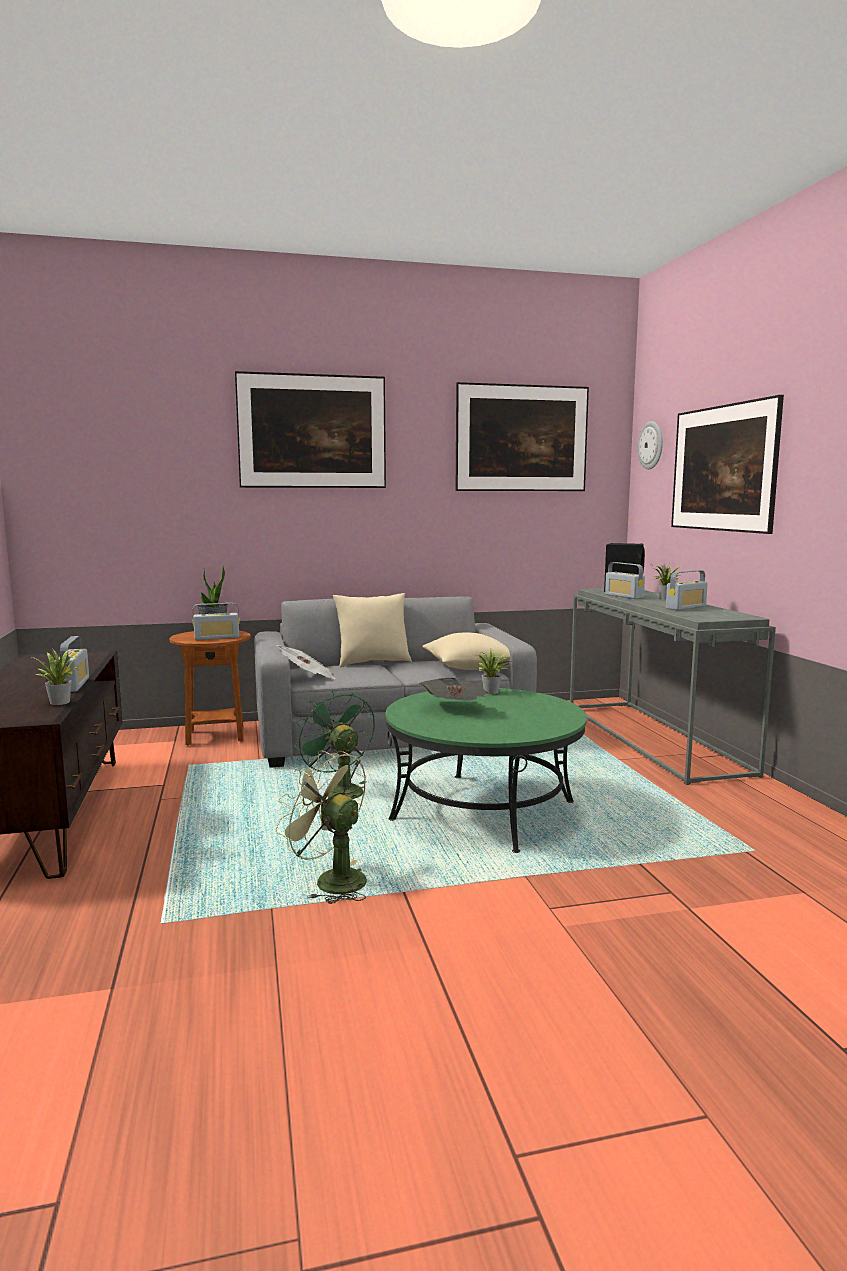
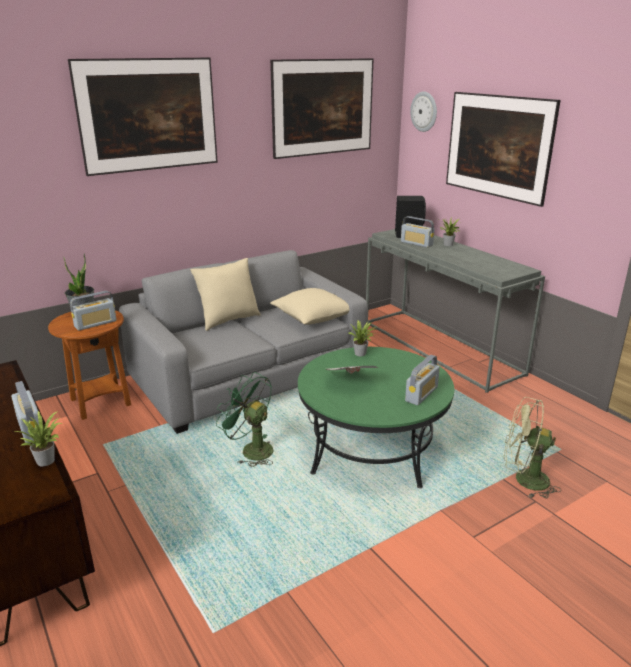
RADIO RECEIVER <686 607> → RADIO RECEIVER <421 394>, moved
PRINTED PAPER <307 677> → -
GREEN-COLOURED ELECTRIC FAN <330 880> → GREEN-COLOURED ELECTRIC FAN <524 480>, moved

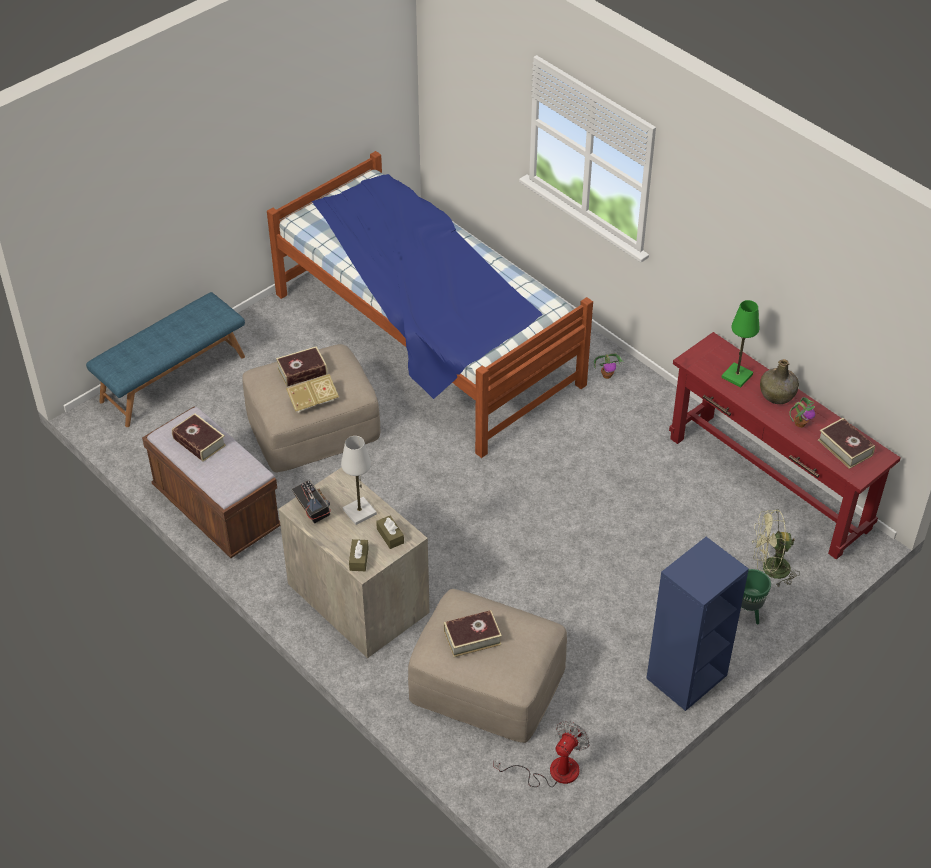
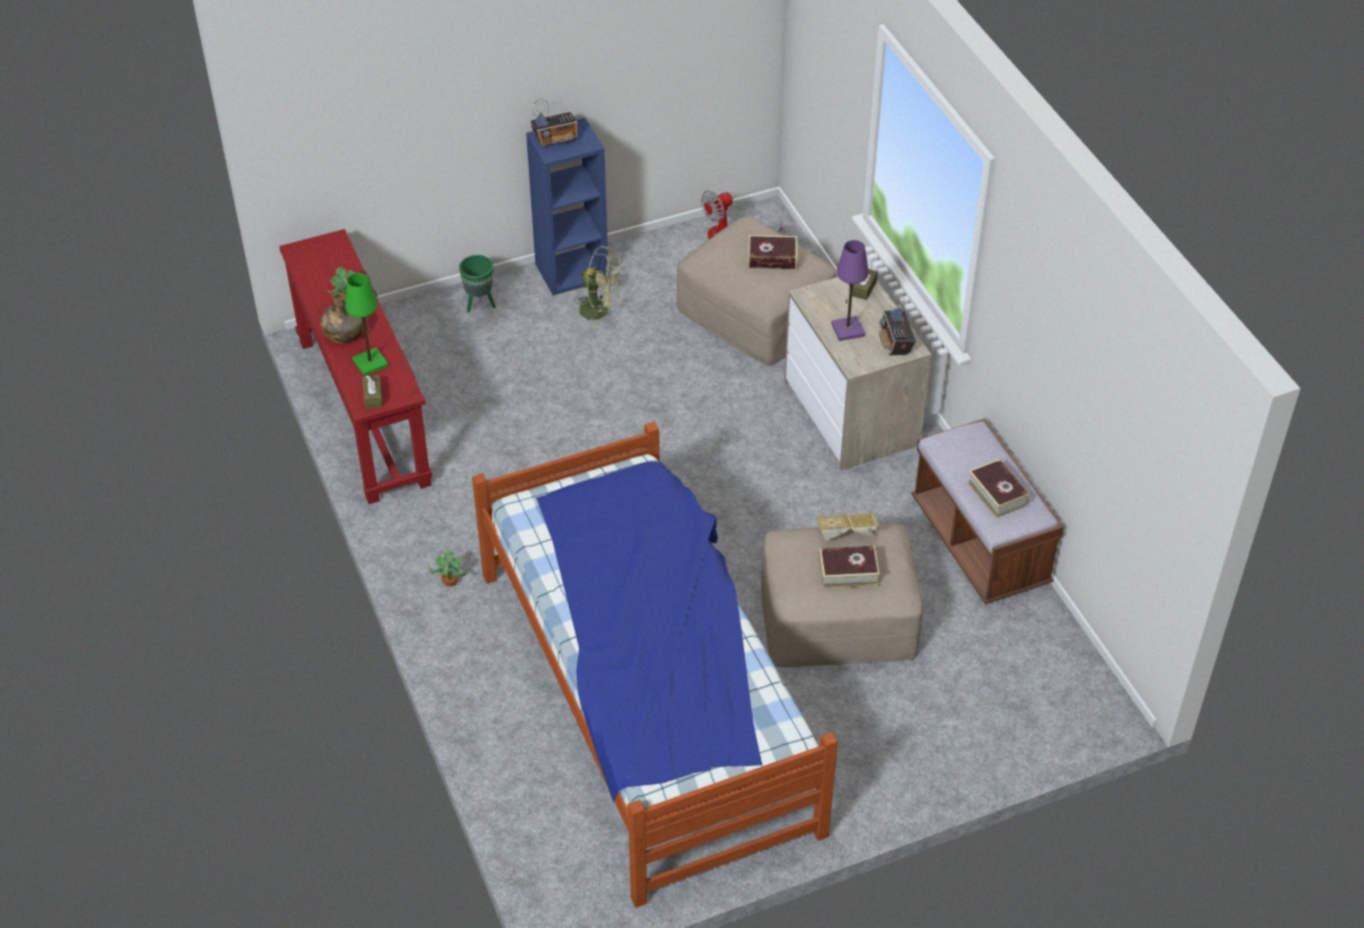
BLUE-COLOURED INDOOR BENCH <172 378> → -
BOUND BOOK <845 447> → -
WHITISH TABLETOP LAMP <359 512> → PURPLE-COLOURED TABLETOP LAMP <847 330>
GREEN-COLOURED ELECTRIC FAN <769 569> → GREEN-COLOURED ELECTRIC FAN <600 311>, moved
BROWN BOX OF TISSUES <390 536> → BROWN BOX OF TISSUES <373 397>, moved
- → RADIO RECEIVER <556 139>

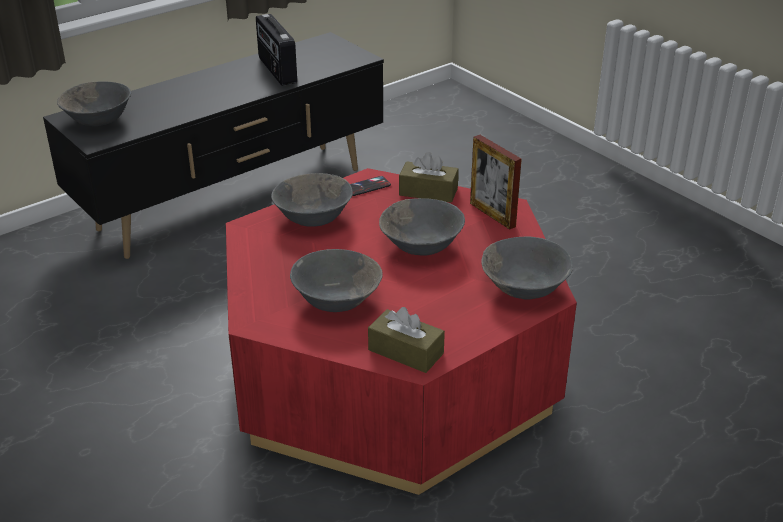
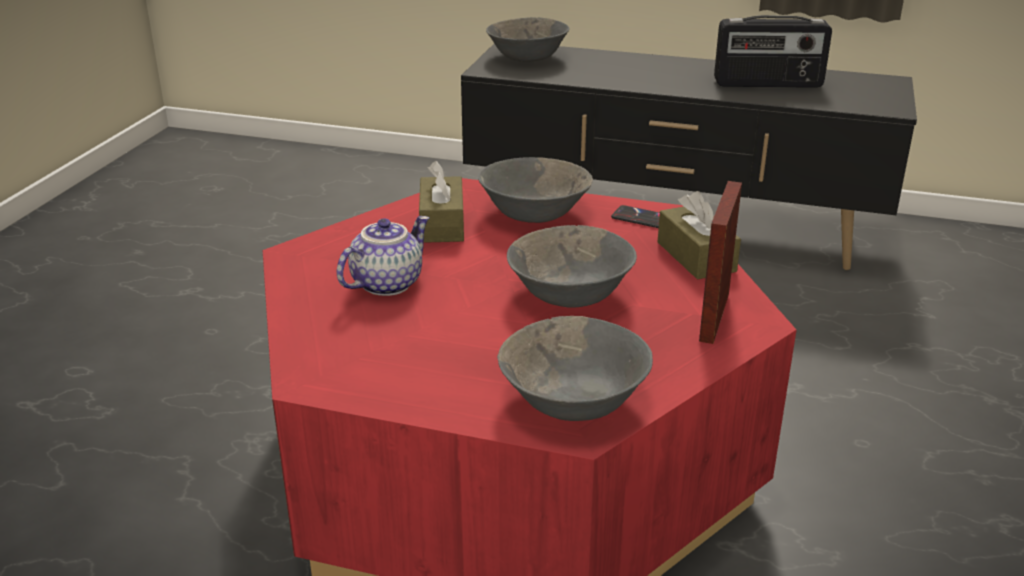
RADIO RECEIVER <276 70> → RADIO RECEIVER <768 84>, 120 degrees counterclockwise
GREY DEEP DISH <336 300> → TEAPOT <386 283>
BROWN BOX OF TISSUES <405 352> → BROWN BOX OF TISSUES <442 224>, moved

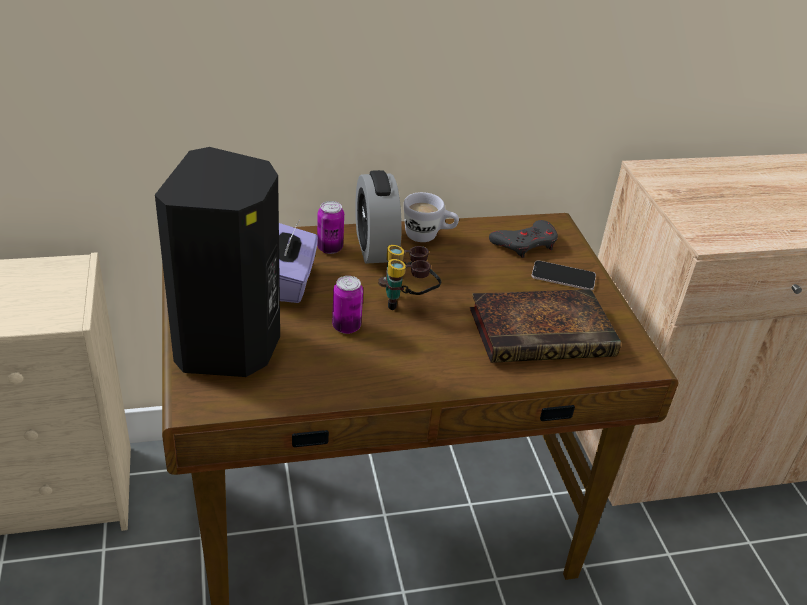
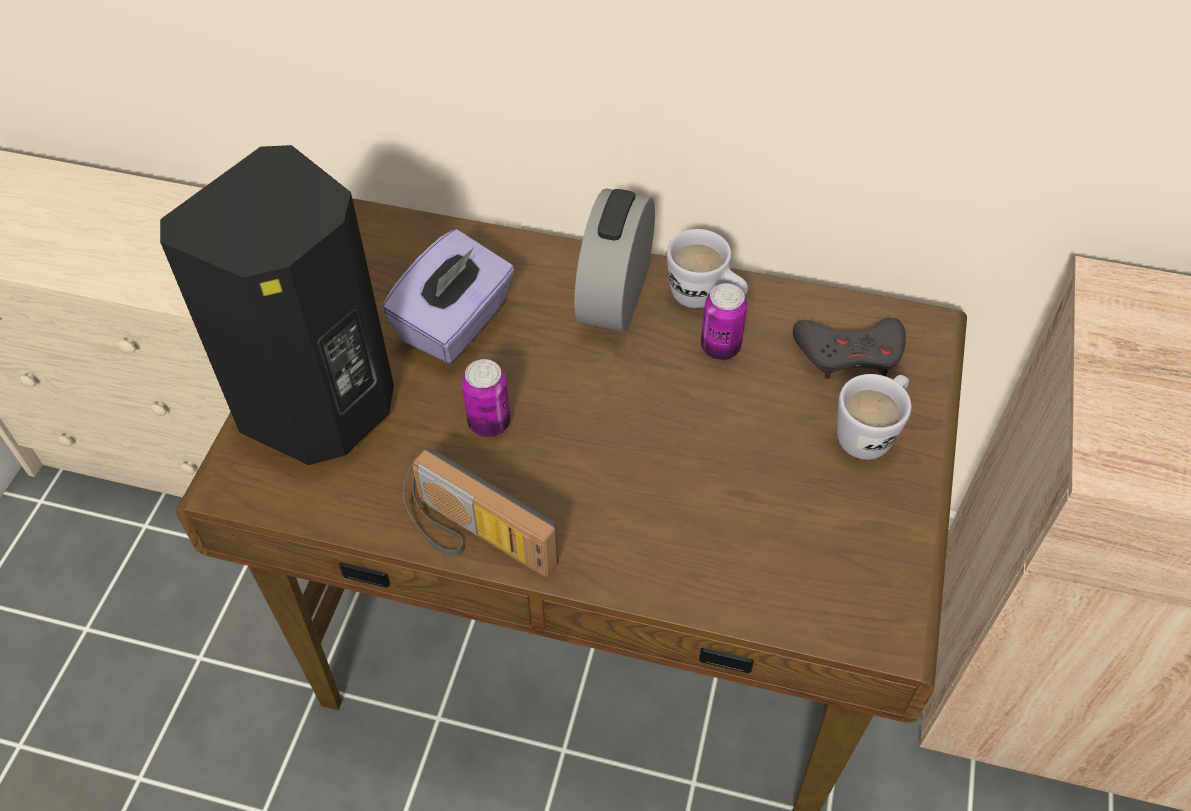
CAN <329 248> → CAN <720 348>, moved
PAIR OF BINOCULARS <407 302> → -
HANDSET <563 276> → WHITISH TEA MUG <870 433>
BOUND BOOK <544 332> → -
- → RADIO RECEIVER <474 539>

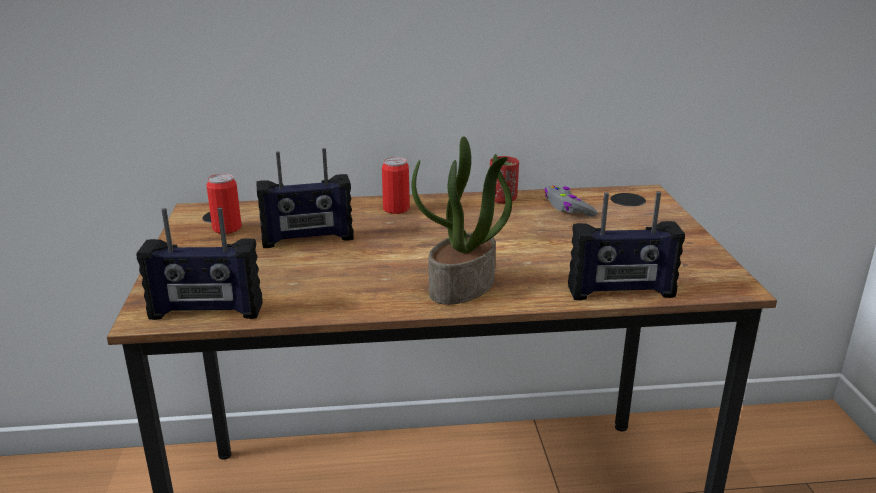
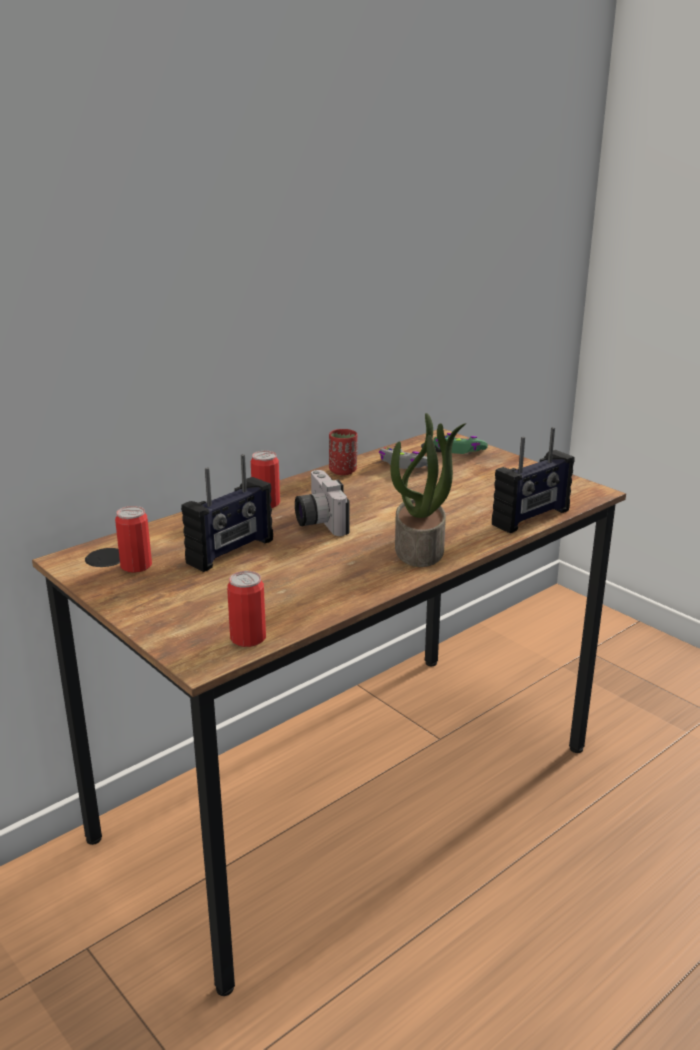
RADIO RECEIVER <206 312> → CAN <248 638>
- → GREEN-COLOURED GAMEPAD <459 450>
- → PHOTO CAMERA <317 521>

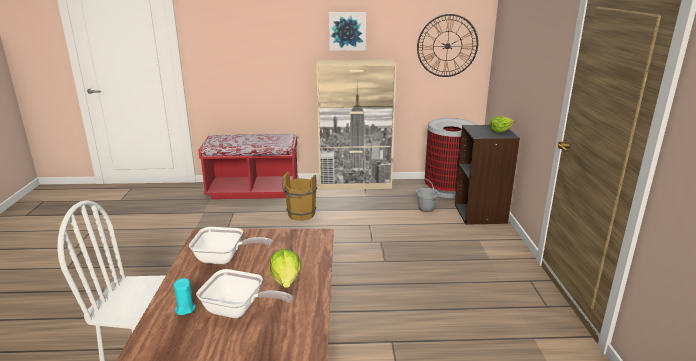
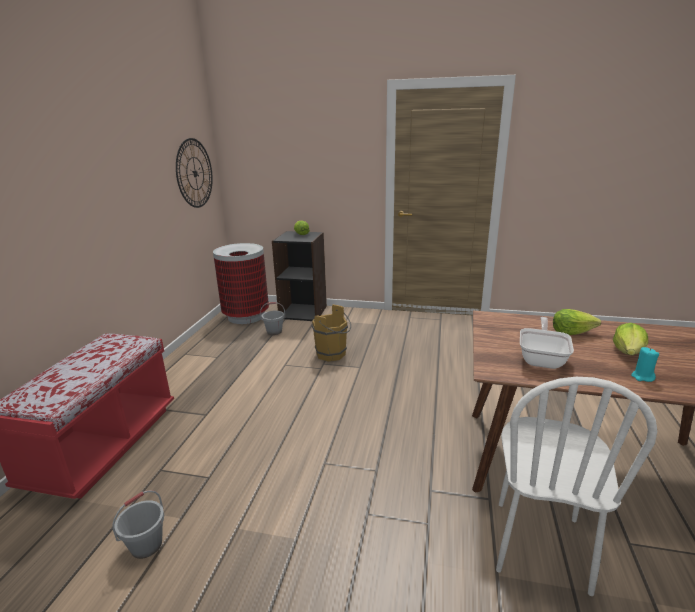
WALL PICTURE <347 31> → -
SAND-COLOURED STORAGE CABINET <355 184> → -
BROWN WATER BUCKET <300 215> → BROWN WATER BUCKET <333 354>, moved
SKILLET <239 310> → HEAD OF LETTUCE <628 352>
- → GREY WATER BUCKET <146 545>

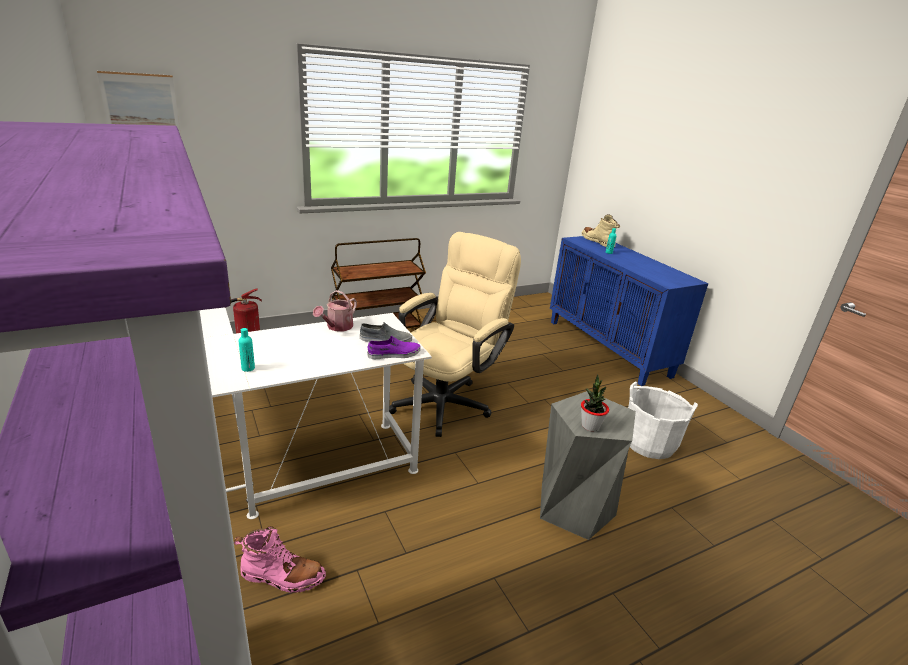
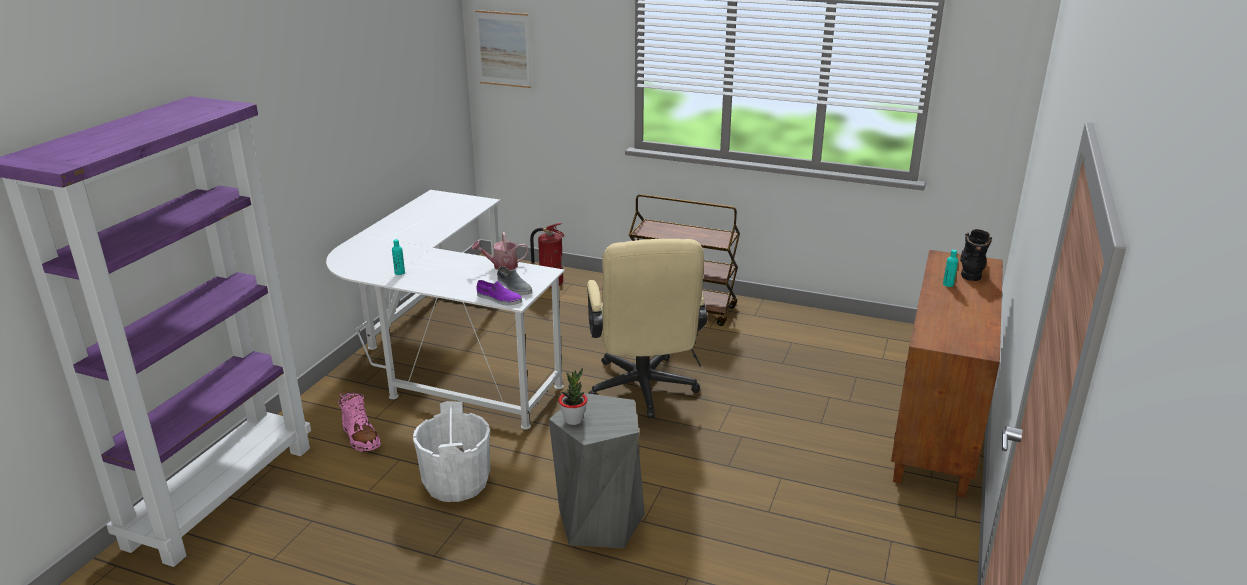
SAND-COLOURED BOOT <597 242> → BLACKISH BOOT <971 268>
SAND-COLOURED COMPUTER CHAIR <447 400> → SAND-COLOURED COMPUTER CHAIR <643 392>, 90 degrees clockwise
BLUE-COLOURED STORAGE CABINET <608 348> → BROWN STORAGE CABINET <938 429>
WHITISH WATER BUCKET <649 443> → WHITISH WATER BUCKET <457 482>, moved

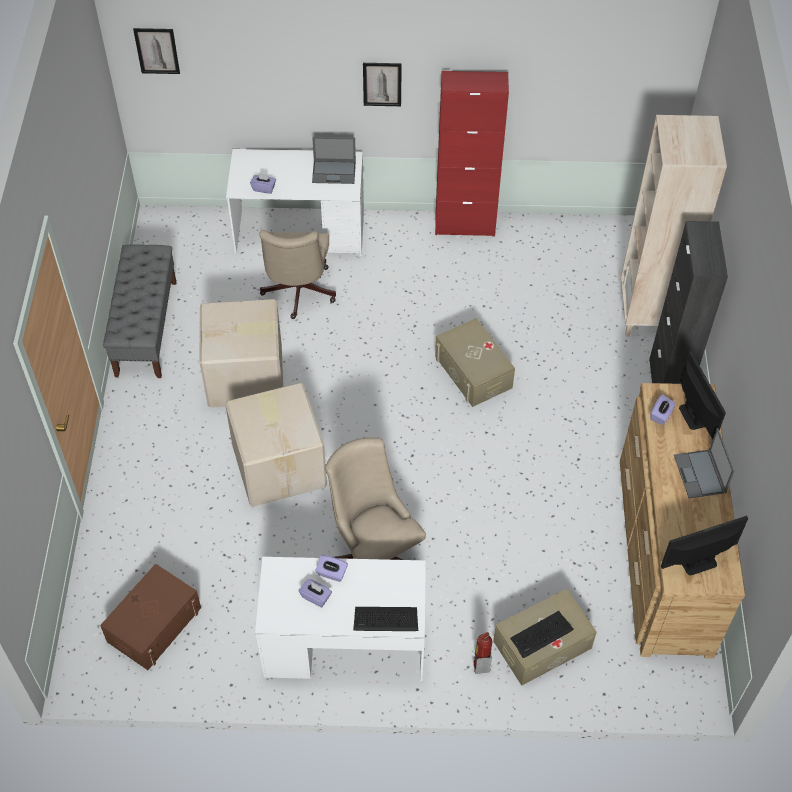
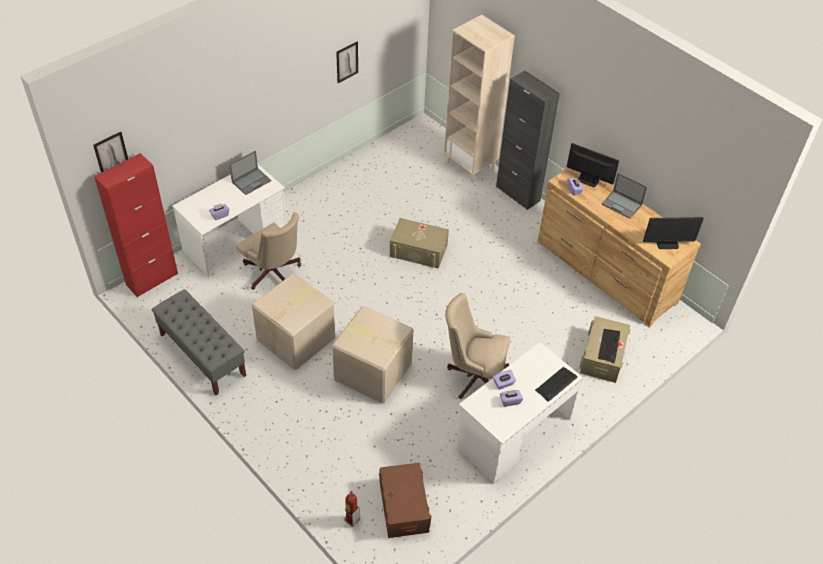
WALL PICTURE <382 84> → WALL PICTURE <347 62>, moved
RED-COLOURED STORAGE CABINET <465 225> → RED-COLOURED STORAGE CABINET <152 279>, moved
MONITOR <698 562> → MONITOR <667 244>, 120 degrees counterclockwise
FIRE EXTINGUISHER <480 665> → FIRE EXTINGUISHER <351 519>, moved

